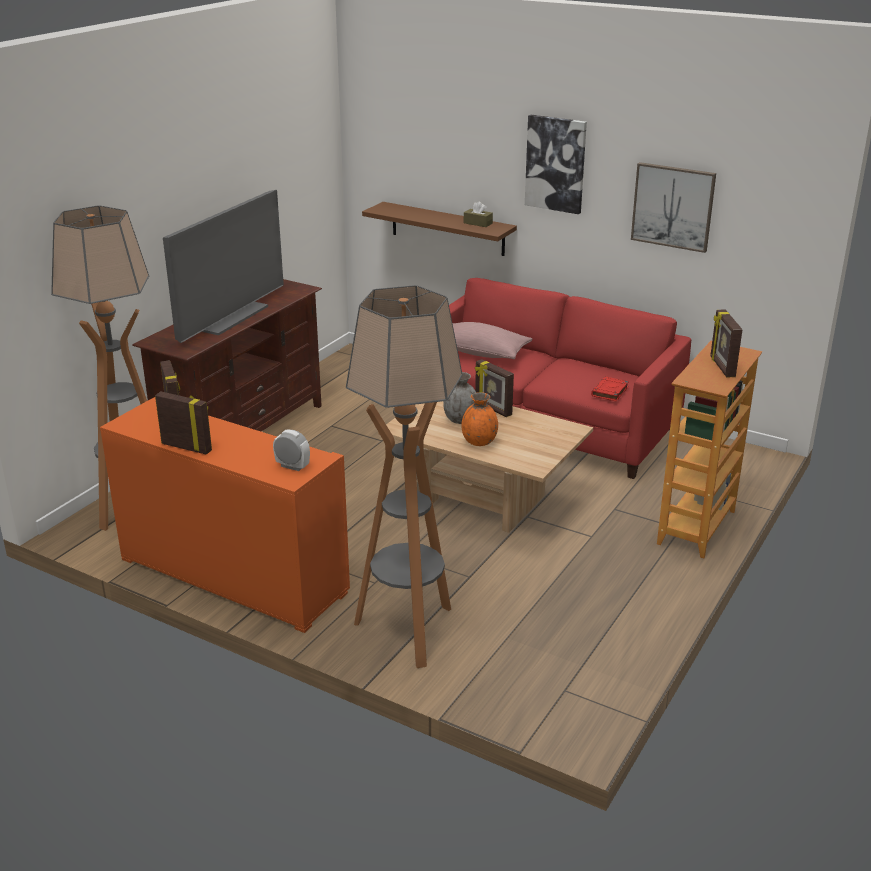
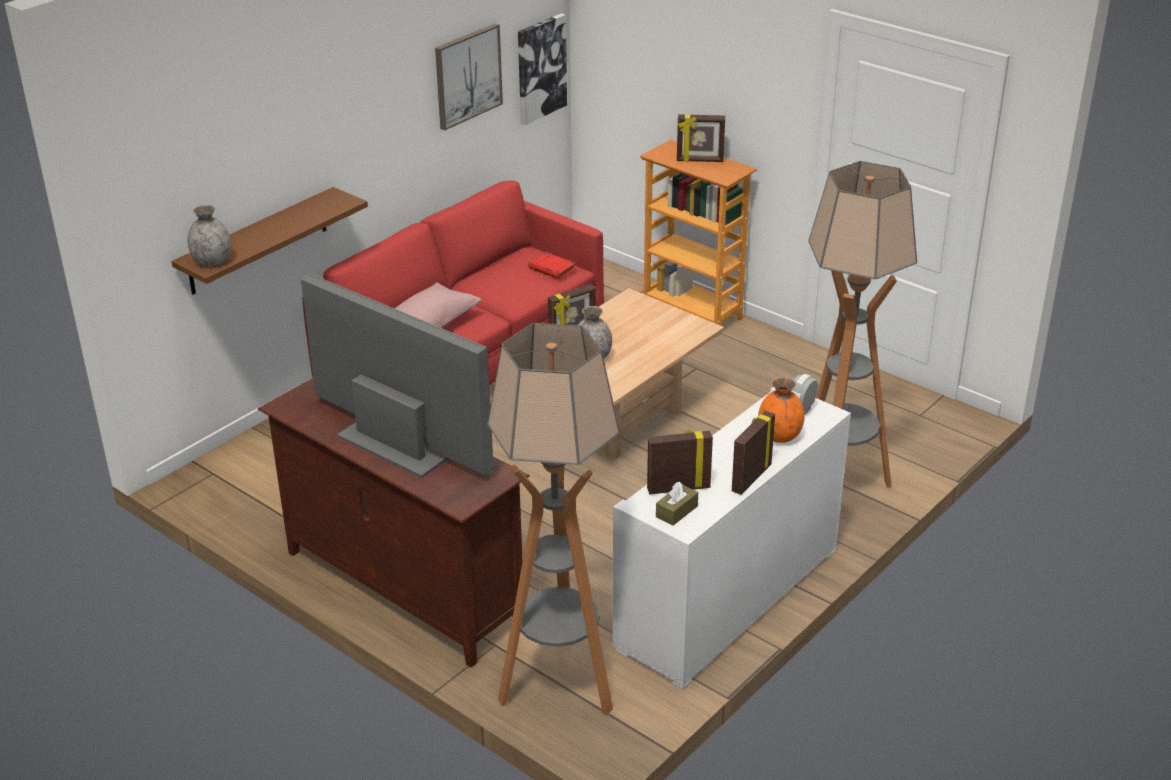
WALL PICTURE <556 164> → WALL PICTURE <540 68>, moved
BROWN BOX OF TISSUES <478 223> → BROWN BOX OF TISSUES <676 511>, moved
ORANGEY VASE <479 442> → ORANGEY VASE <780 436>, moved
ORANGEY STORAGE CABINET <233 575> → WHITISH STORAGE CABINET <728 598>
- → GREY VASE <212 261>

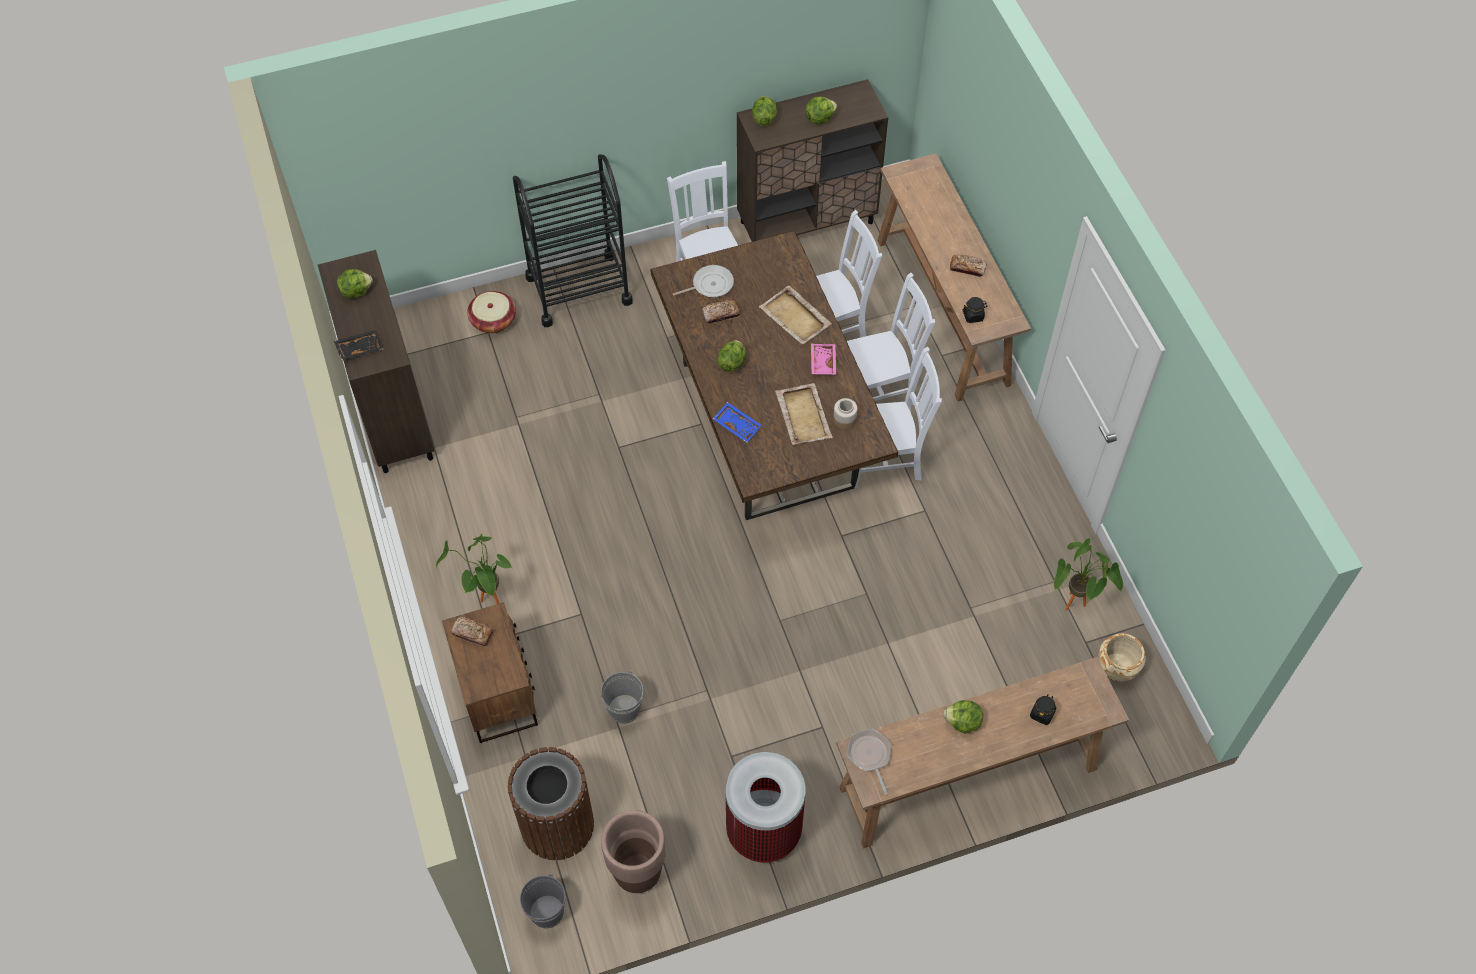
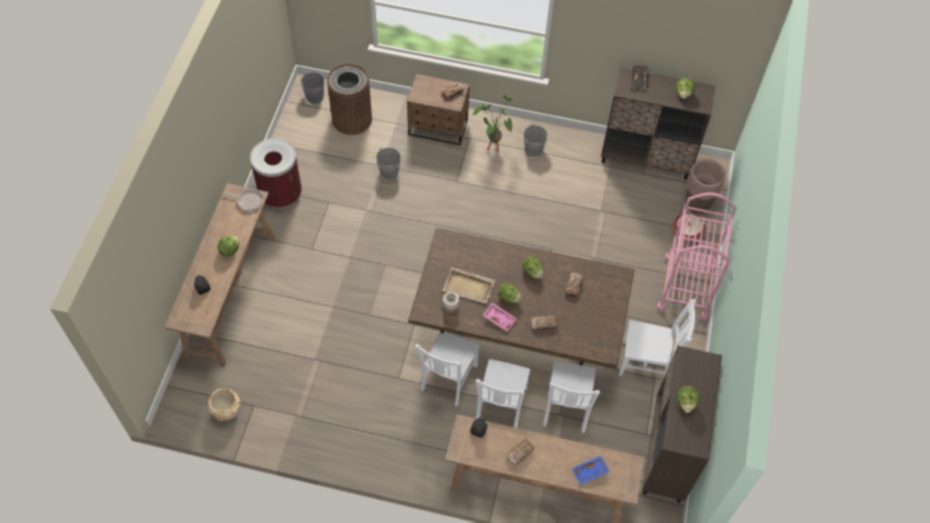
HEAD OF LETTUCE <764 118> → HEAD OF LETTUCE <508 298>, moved
BLACKISH TROLLEY <578 289> → PINKISH TROLLEY <685 287>
SKILLET <710 284> → -
SAND-COLOURED CARRYING TRAY <795 317> → BREAD <544 324>
BLUE-COLOURED CARRYING TRAY <737 425> → BLUE-COLOURED CARRYING TRAY <590 472>, moved
HOUSEPLANT <1074 608> → -
BROWN FLOWER POT <637 873> → BROWN FLOWER POT <697 204>, moved
- → GREY WATER BUCKET <533 150>

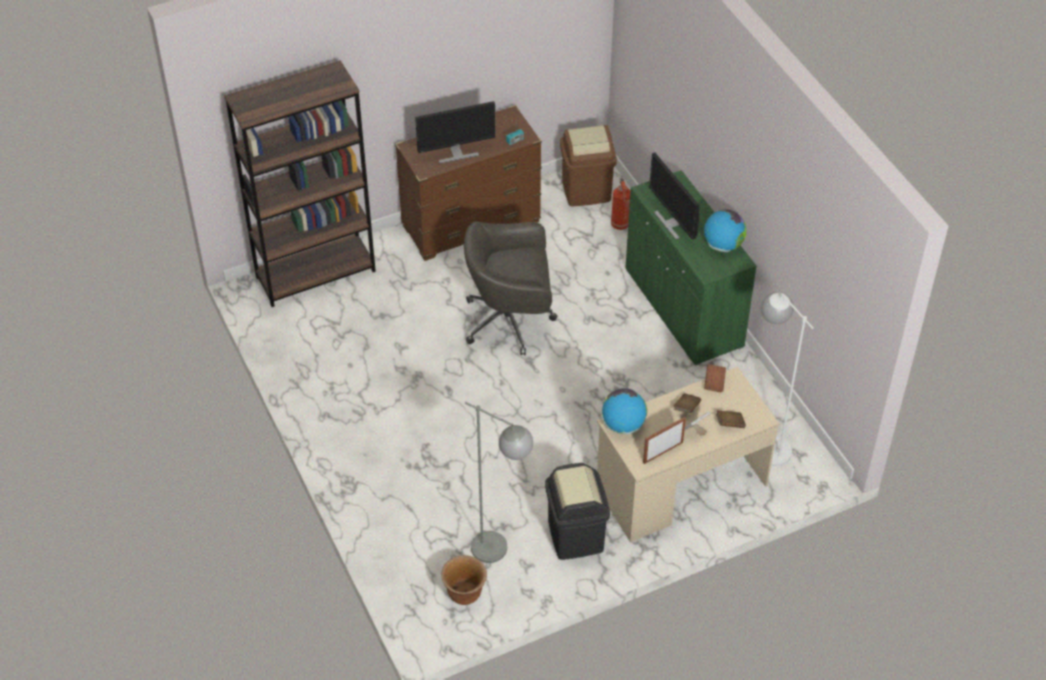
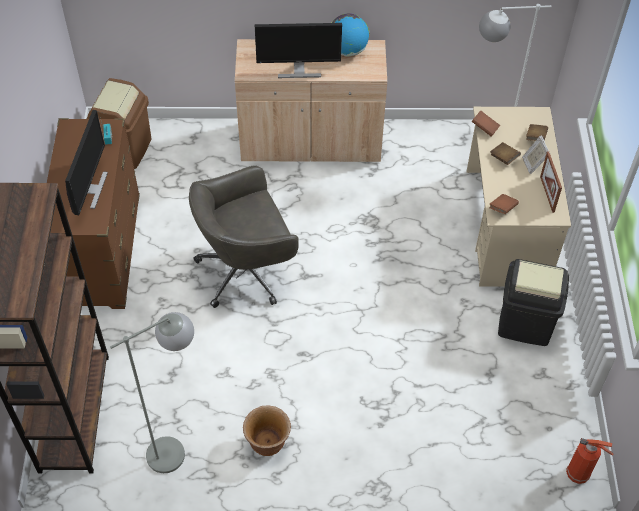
GREEN-COLOURED STORAGE CABINET <683 308> → SAND-COLOURED STORAGE CABINET <310 143>
FIRE EXTINGUISHER <620 225> → FIRE EXTINGUISHER <579 474>, moved
GREY COMPUTER CHAIR <510 320> → GREY COMPUTER CHAIR <247 270>, 45 degrees clockwise
WORLD GLOBE <623 425> → BROWN BOUND BOOK <502 208>
GREY FLOOR LAMP <500 553> → GREY FLOOR LAMP <178 448>, moved
BROWN FLOWER POT <465 594> → BROWN FLOWER POT <267 443>, moved

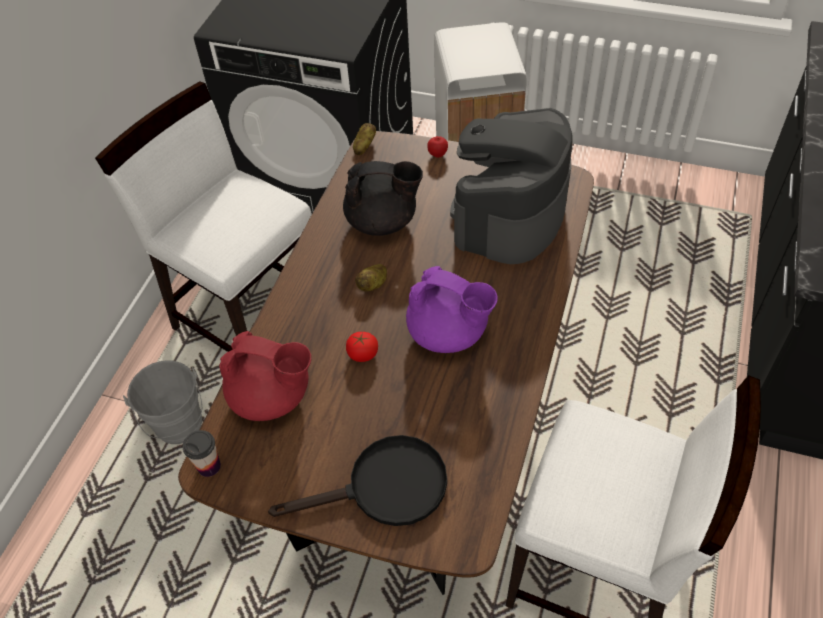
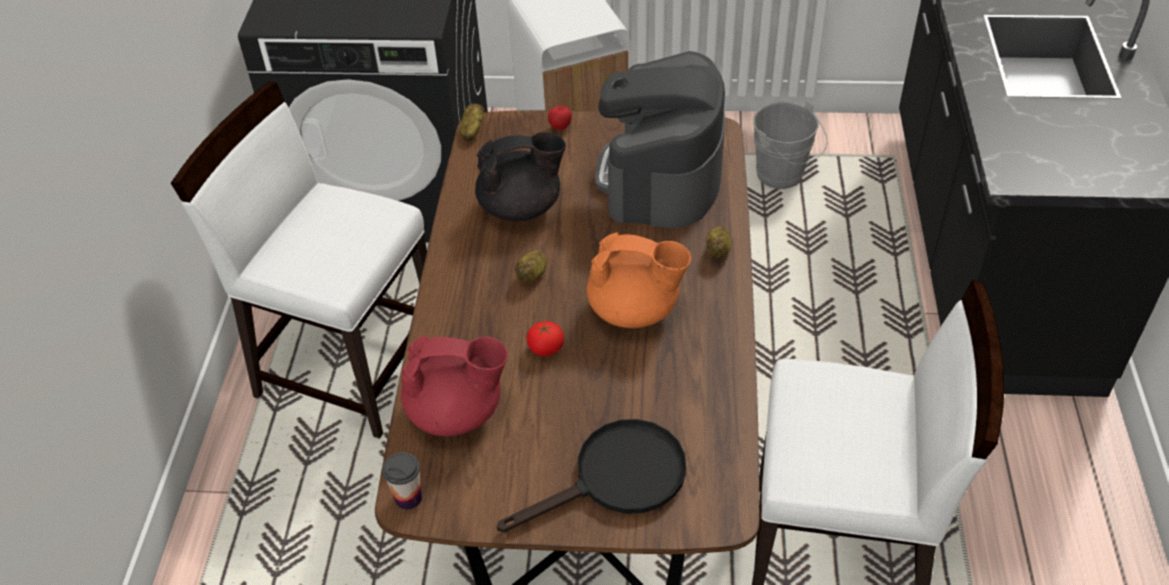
PURPLE-COLOURED TEAPOT <449 333> → ORANGEY TEAPOT <635 310>
GREY WATER BUCKET <181 429> → GREY WATER BUCKET <783 178>, moved
- → WHOLE POTATO <719 251>

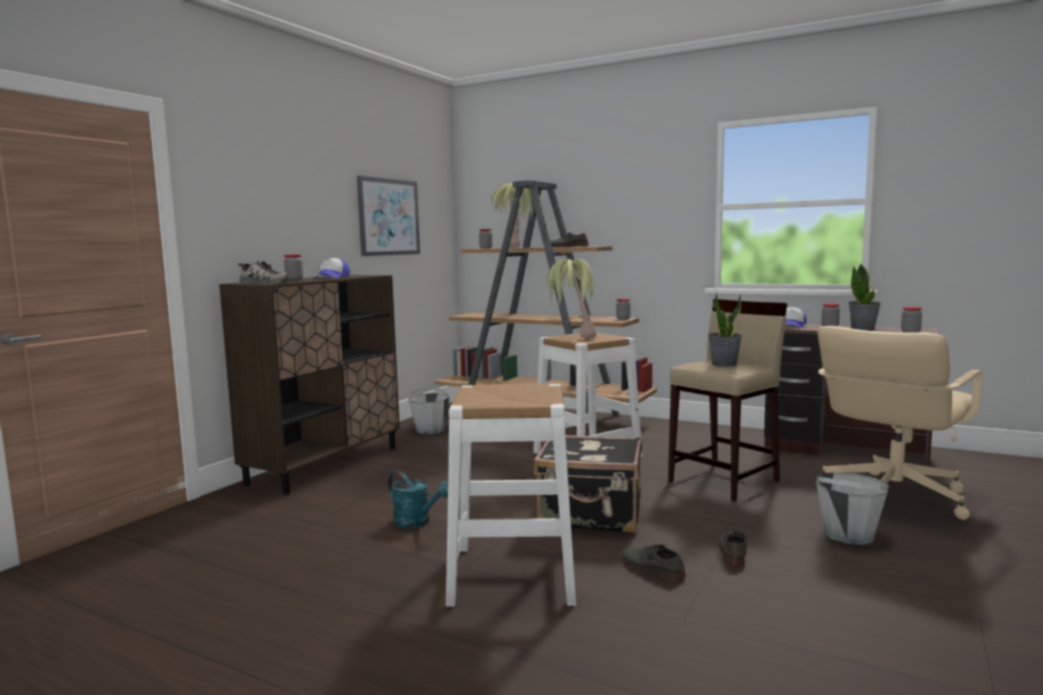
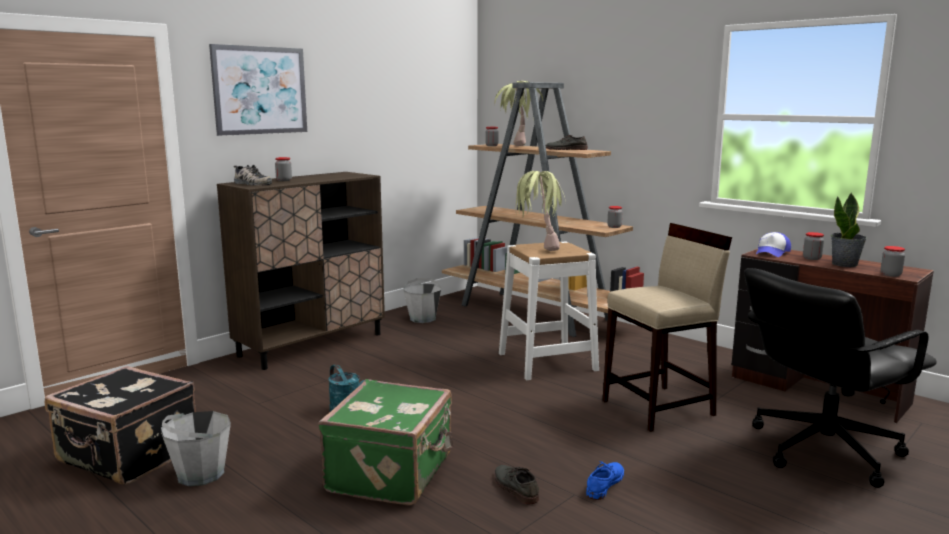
WALL PICTURE <389 217> → WALL PICTURE <260 90>, moved
CAP <333 277> → -
HOUSEPLANT <724 364> → -
SAND-COLOURED COMPUTER CHAIR <892 497> → BLACKISH COMPUTER CHAIR <822 450>
WHITISH SITTING STOOL <512 574> → GREEN-COLOURED PIECE OF LUGGAGE <392 473>
BLACKISH PIECE OF LUGGAGE <591 515> → BLACKISH PIECE OF LUGGAGE <128 456>, moved
GREY WATER BUCKET <848 535> → GREY WATER BUCKET <200 474>, moved
GREY ITEM OF FOOTWEAR <733 551> → BLUE-COLOURED ITEM OF FOOTWEAR <604 483>

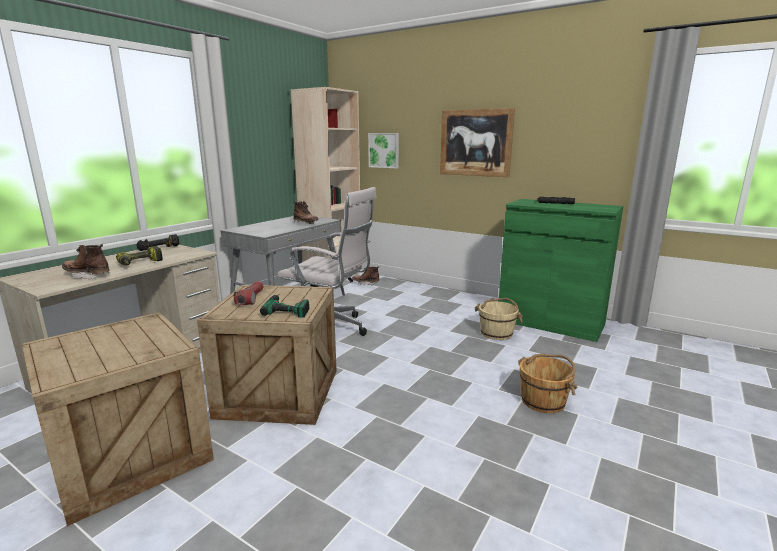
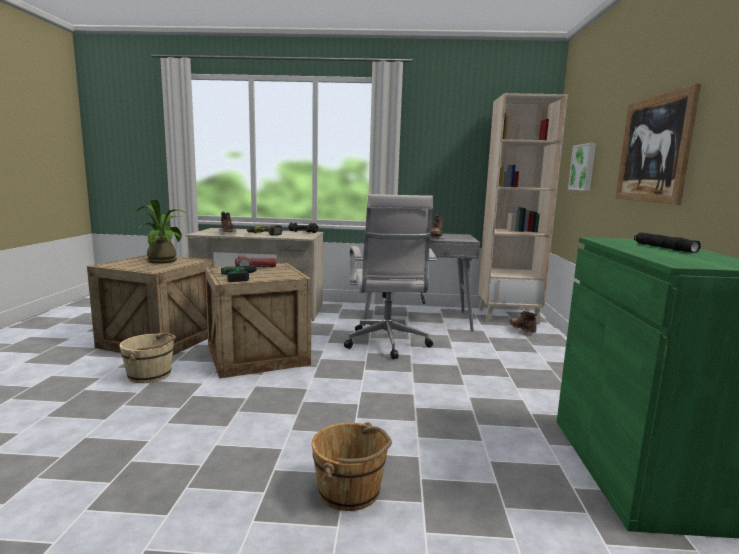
SAND-COLOURED WATER BUCKET <497 333> → SAND-COLOURED WATER BUCKET <150 375>, moved
- → HOUSEPLANT <164 260>

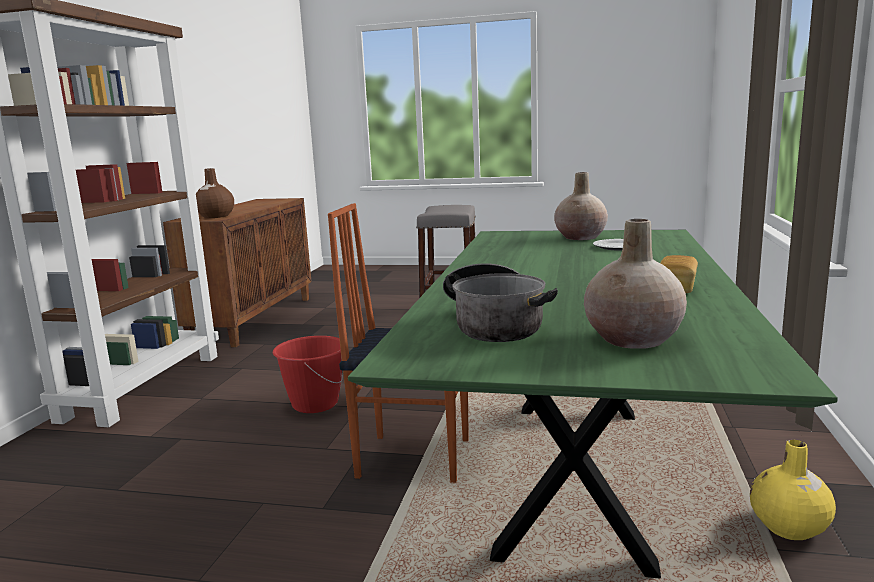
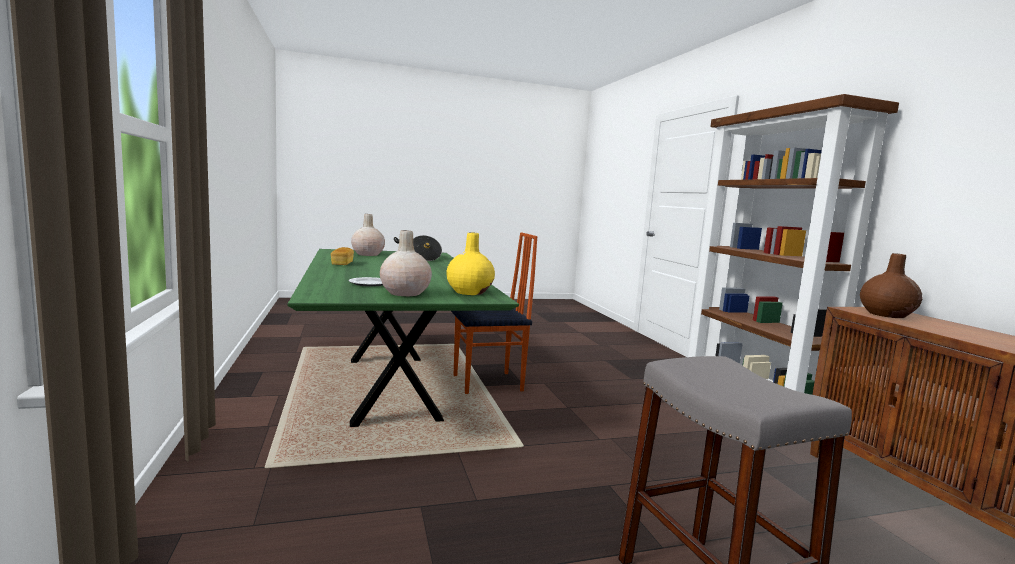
RED-COLOURED WATER BUCKET <315 404> → -
YELLOWISH VASE <788 527> → YELLOWISH VASE <469 292>, moved

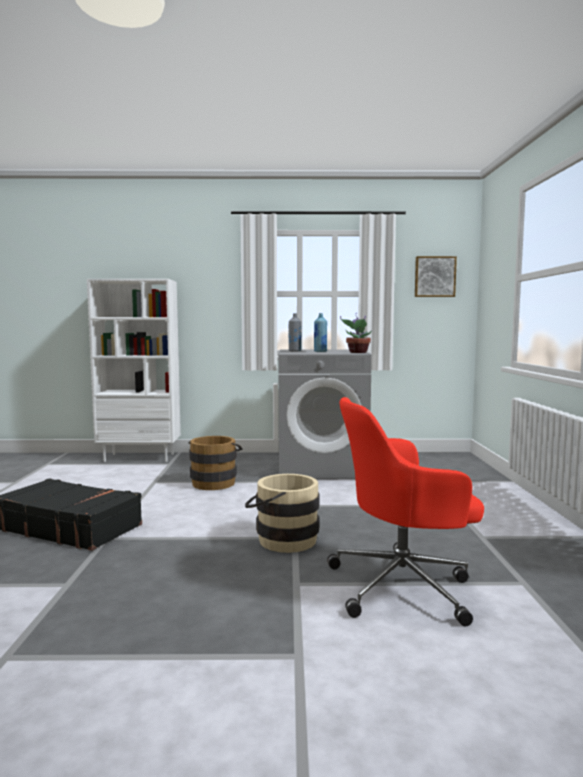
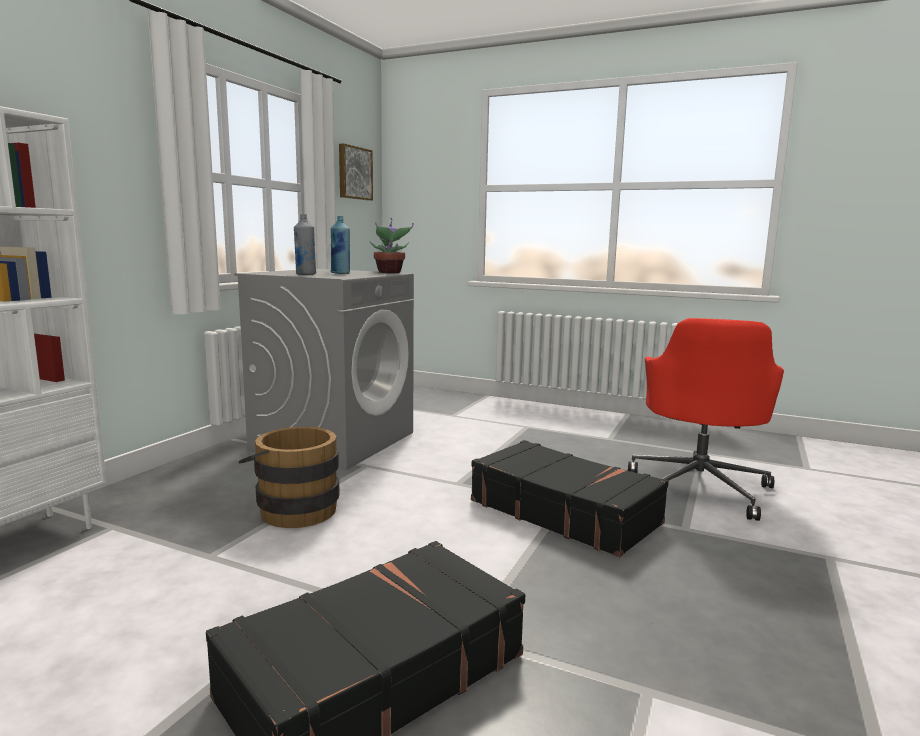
SAND-COLOURED WATER BUCKET <281 539> → BLACKISH PIECE OF LUGGAGE <564 512>

